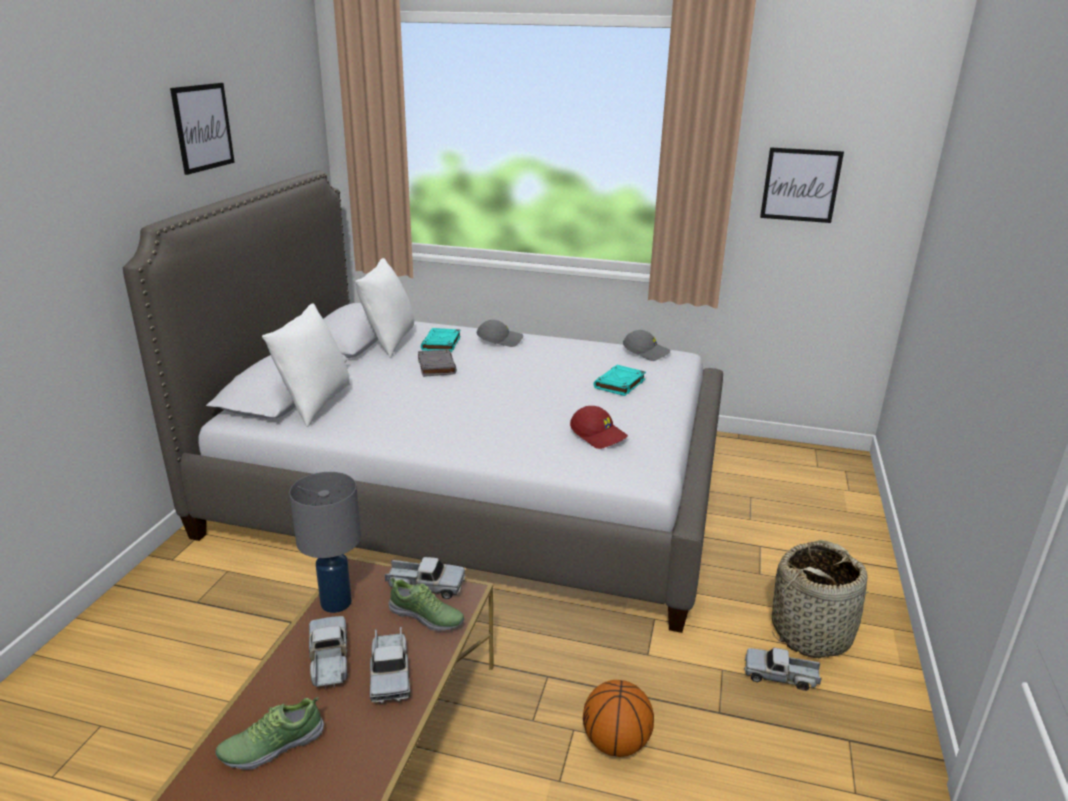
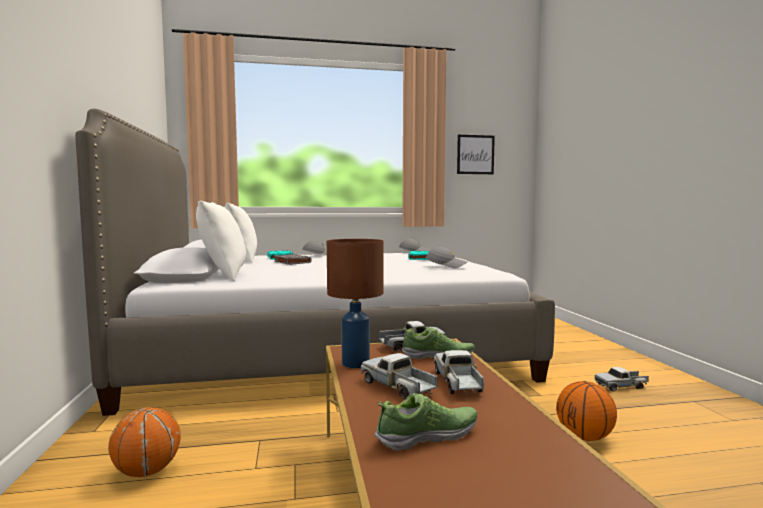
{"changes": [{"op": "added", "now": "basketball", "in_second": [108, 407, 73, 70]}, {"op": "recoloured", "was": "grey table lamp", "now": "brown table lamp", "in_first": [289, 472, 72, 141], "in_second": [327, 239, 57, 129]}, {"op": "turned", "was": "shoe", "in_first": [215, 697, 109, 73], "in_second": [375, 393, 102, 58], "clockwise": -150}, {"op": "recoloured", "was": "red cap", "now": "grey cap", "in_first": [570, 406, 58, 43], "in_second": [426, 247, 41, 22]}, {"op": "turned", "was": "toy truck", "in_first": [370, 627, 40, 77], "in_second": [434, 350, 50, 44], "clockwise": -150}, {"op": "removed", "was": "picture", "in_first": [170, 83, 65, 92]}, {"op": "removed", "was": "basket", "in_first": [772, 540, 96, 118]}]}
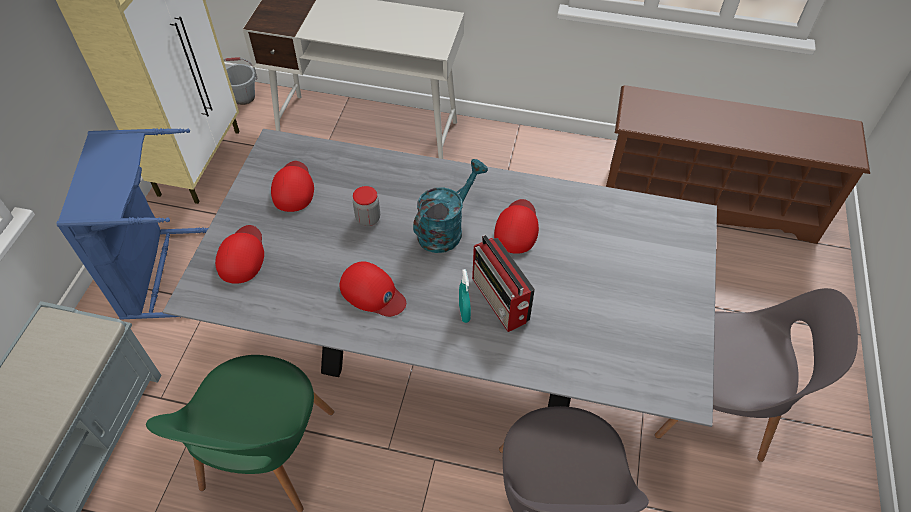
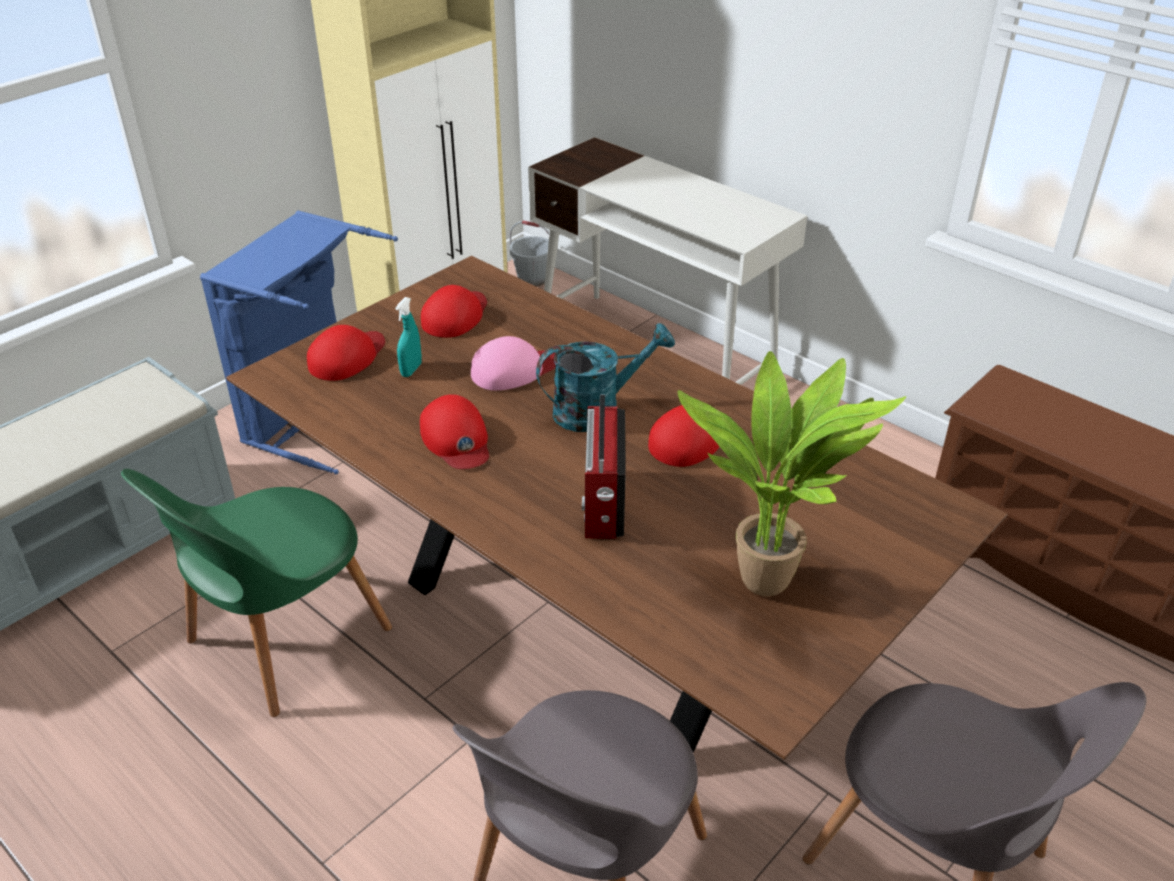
{"changes": [{"op": "recoloured", "was": "grey dining table", "now": "brown dining table", "in_first": [163, 129, 554, 298], "in_second": [226, 256, 782, 504]}, {"op": "moved", "was": "turquoise spray bottle", "in_first": [459, 269, 12, 54], "in_second": [395, 297, 27, 80]}, {"op": "replaced", "was": "jar", "now": "pink cap", "in_first": [353, 186, 27, 40], "in_second": [471, 336, 85, 55]}, {"op": "added", "now": "potted plant", "in_second": [677, 351, 229, 245]}]}
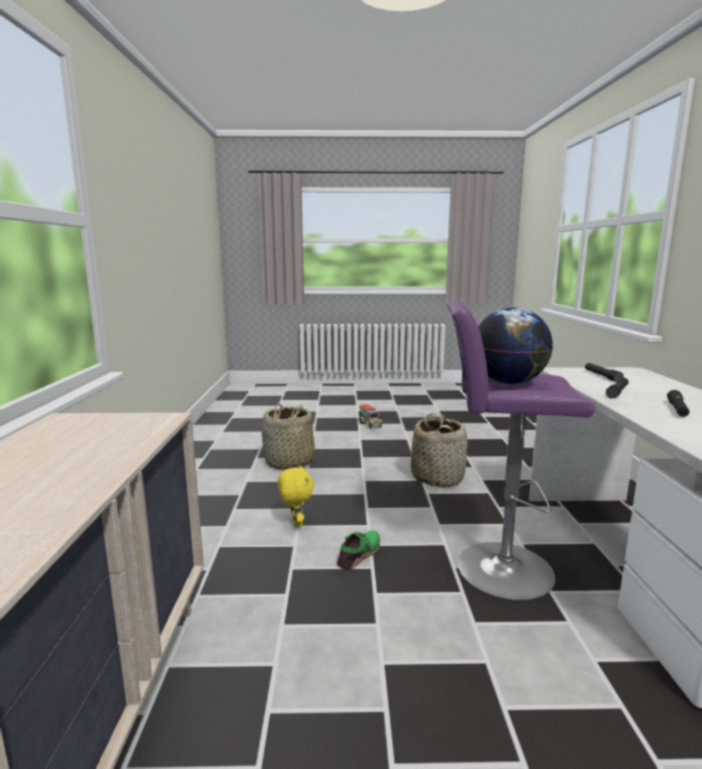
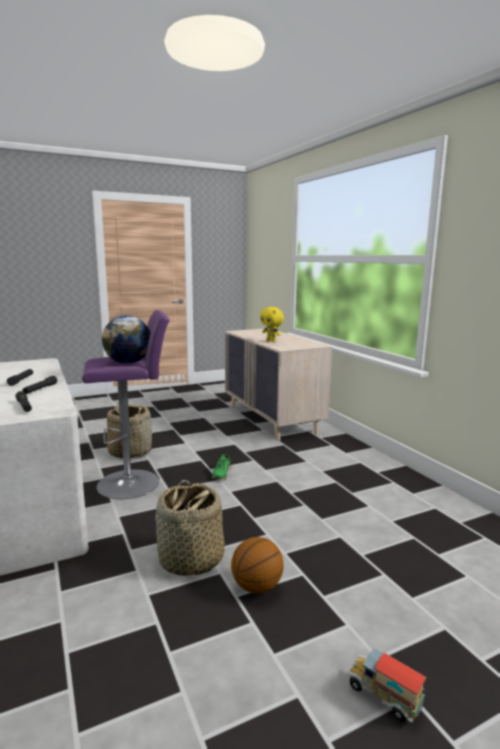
{"changes": [{"op": "moved", "was": "basket", "in_first": [262, 404, 53, 66], "in_second": [107, 403, 45, 55]}, {"op": "added", "now": "basketball", "in_second": [231, 537, 53, 57]}, {"op": "moved", "was": "yellow plush toy", "in_first": [278, 465, 36, 62], "in_second": [260, 307, 24, 35]}]}
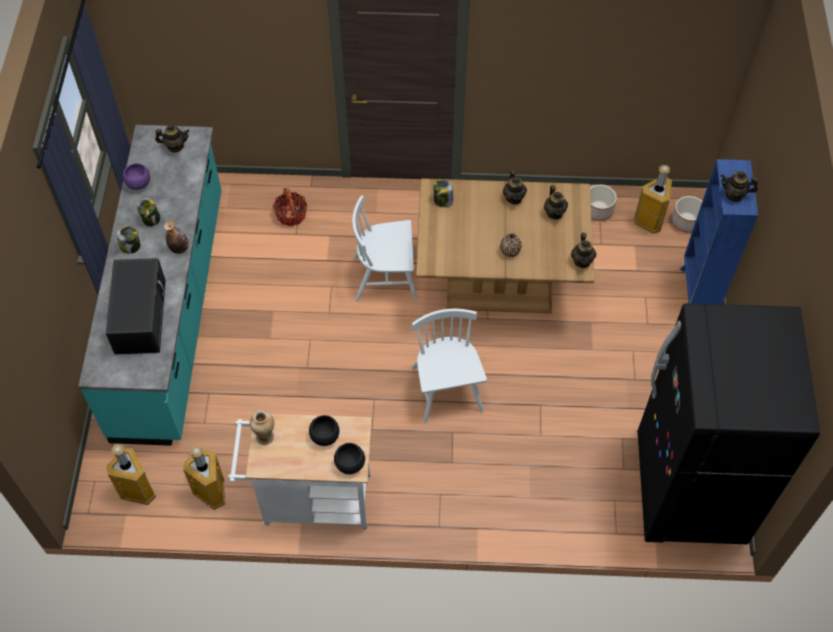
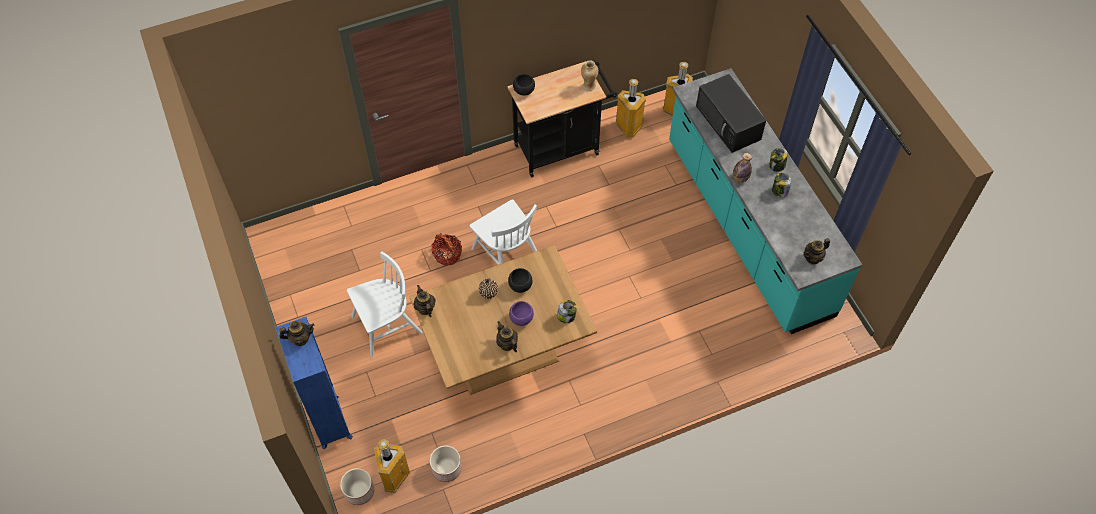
{"changes": [{"op": "moved", "was": "white chair", "in_first": [352, 196, 66, 106], "in_second": [347, 252, 75, 105]}, {"op": "moved", "was": "basket", "in_first": [273, 188, 34, 38], "in_second": [431, 233, 31, 33]}, {"op": "recoloured", "was": "white cart", "now": "black cart", "in_first": [228, 414, 144, 116], "in_second": [507, 61, 110, 117]}, {"op": "moved", "was": "black bowl", "in_first": [309, 415, 30, 31], "in_second": [508, 268, 25, 25]}, {"op": "moved", "was": "purple bowl", "in_first": [123, 163, 27, 27], "in_second": [509, 301, 25, 25]}, {"op": "removed", "was": "teapot", "in_first": [544, 185, 24, 34]}, {"op": "removed", "was": "black fridge", "in_first": [638, 304, 182, 240]}]}
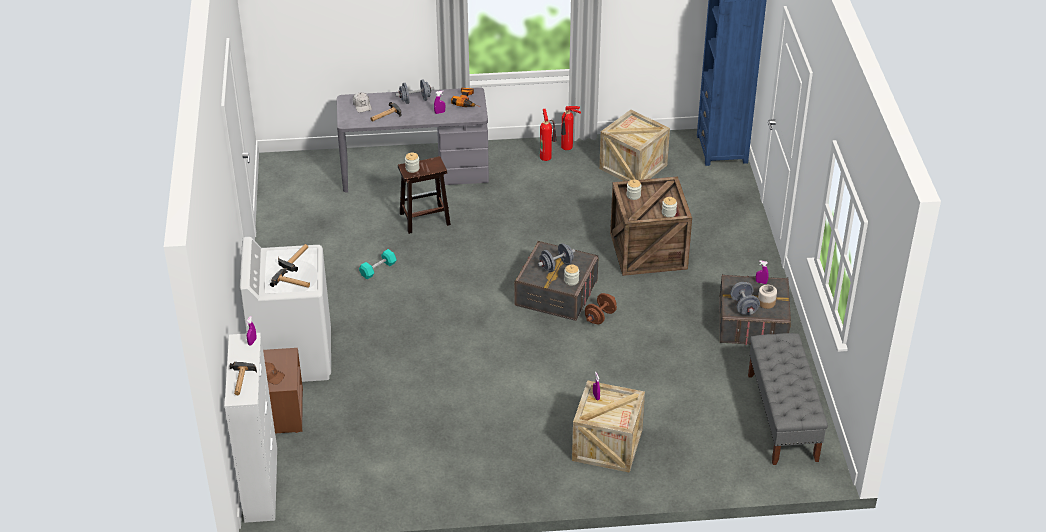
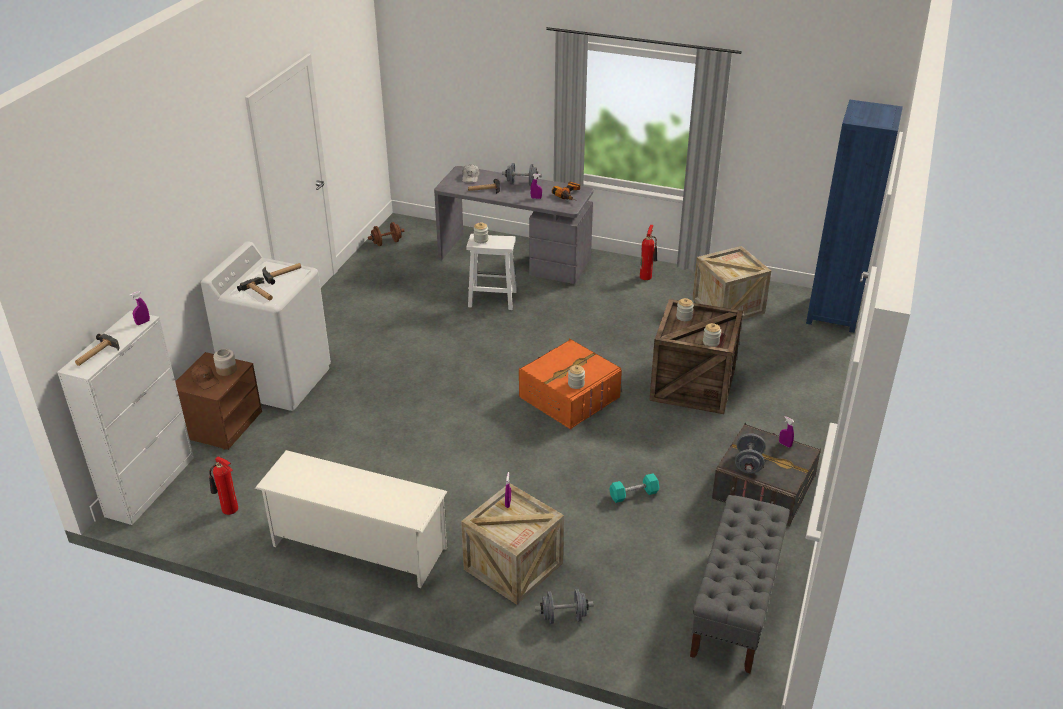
{"changes": [{"op": "moved", "was": "fire extinguisher", "in_first": [561, 106, 20, 44], "in_second": [209, 456, 29, 59]}, {"op": "moved", "was": "jar", "in_first": [758, 285, 19, 24], "in_second": [213, 349, 24, 27]}, {"op": "added", "now": "white shoe rack", "in_second": [255, 450, 192, 138]}, {"op": "moved", "was": "brown dumbbell", "in_first": [585, 293, 32, 31], "in_second": [368, 222, 36, 24]}, {"op": "recoloured", "was": "brown stool", "now": "white stool", "in_first": [398, 156, 53, 78], "in_second": [466, 234, 51, 76]}, {"op": "recoloured", "was": "grey storage box", "now": "orange storage box", "in_first": [514, 241, 85, 80], "in_second": [519, 339, 103, 90]}, {"op": "moved", "was": "grey dumbbell", "in_first": [538, 243, 37, 29], "in_second": [535, 589, 59, 35]}, {"op": "moved", "was": "turquoise dumbbell", "in_first": [359, 249, 38, 30], "in_second": [609, 474, 50, 29]}]}
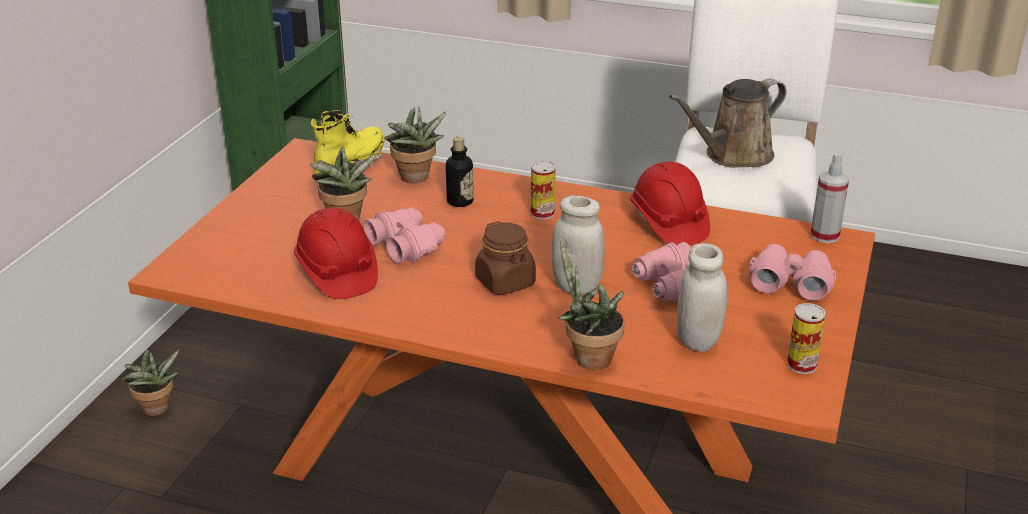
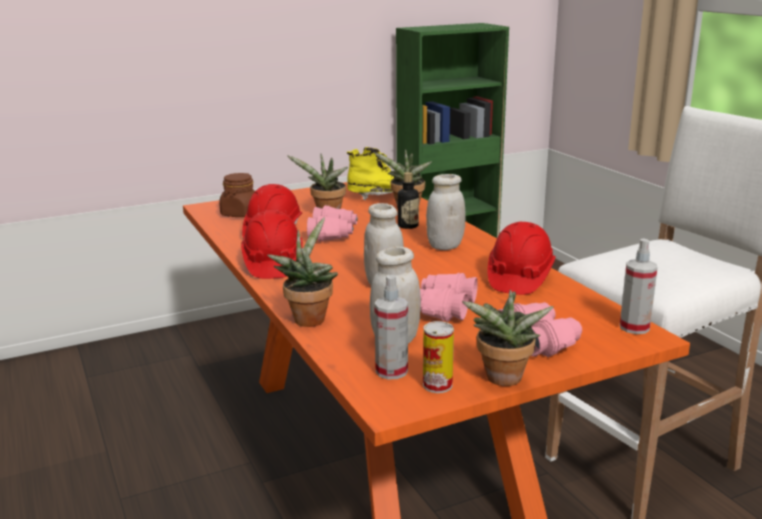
{"changes": [{"op": "moved", "was": "brown jar", "in_first": [475, 221, 61, 74], "in_second": [219, 173, 36, 44]}, {"op": "added", "now": "red hard hat", "in_second": [241, 210, 62, 69]}, {"op": "added", "now": "spray bottle", "in_second": [374, 275, 34, 104]}, {"op": "replaced", "was": "can", "now": "white jar", "in_first": [531, 161, 25, 58], "in_second": [426, 174, 40, 76]}, {"op": "moved", "was": "potted plant", "in_first": [122, 349, 57, 67], "in_second": [462, 290, 92, 96]}, {"op": "removed", "was": "brown watering can", "in_first": [669, 79, 118, 89]}]}
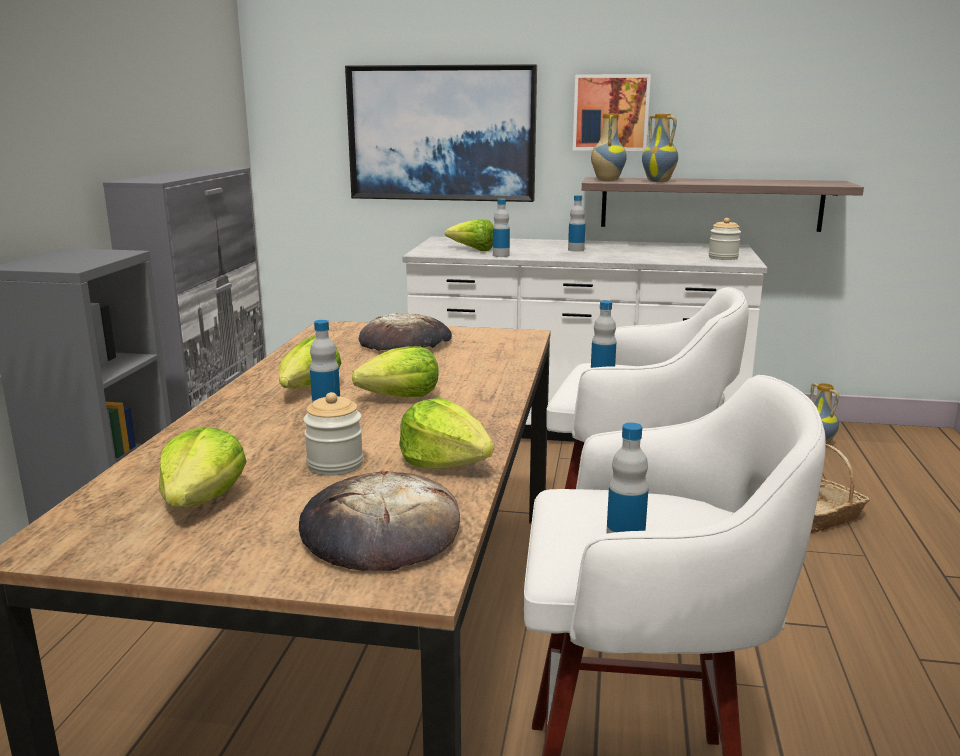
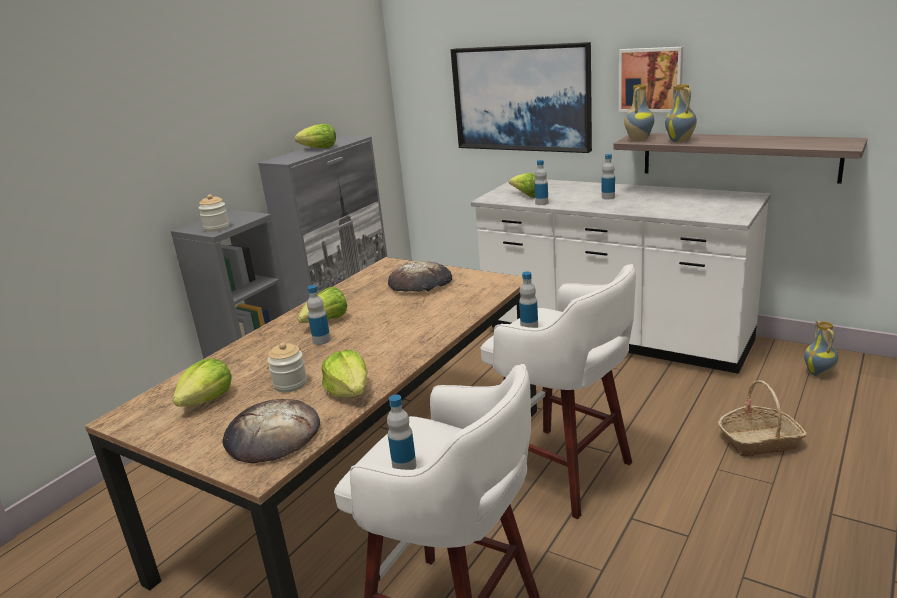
{"changes": [{"op": "moved", "was": "jar", "in_first": [709, 218, 32, 42], "in_second": [199, 194, 30, 38]}, {"op": "moved", "was": "lettuce", "in_first": [352, 346, 87, 51], "in_second": [295, 124, 41, 24]}]}
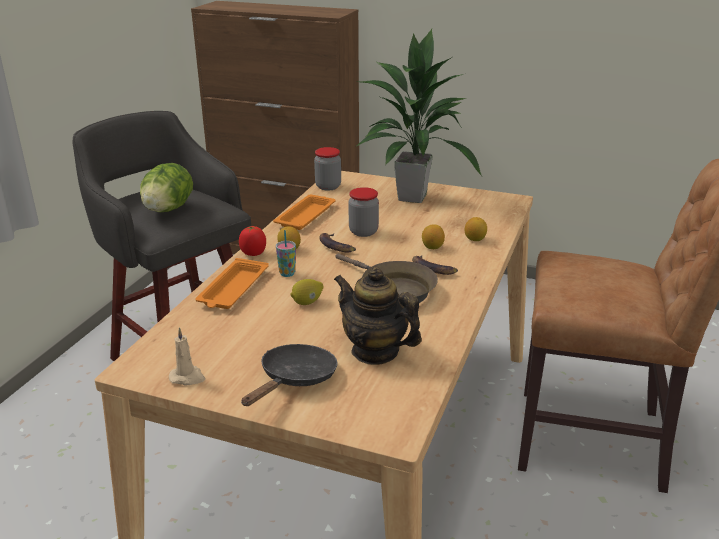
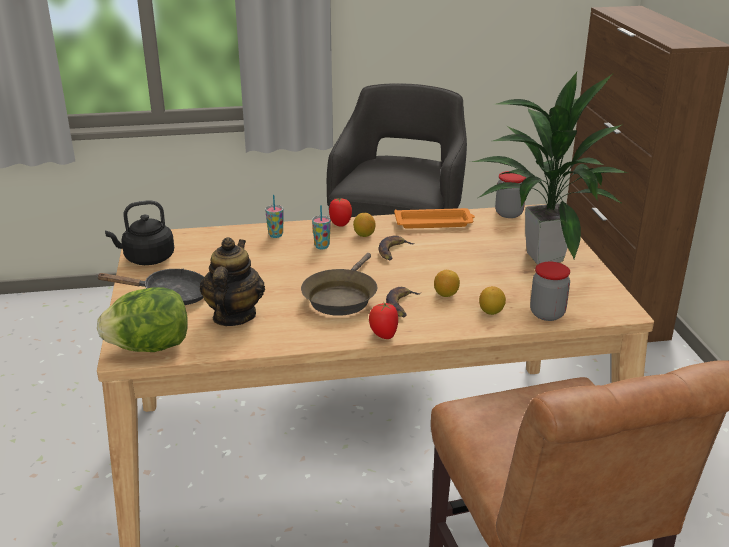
{"changes": [{"op": "moved", "was": "lettuce", "in_first": [140, 163, 53, 49], "in_second": [97, 287, 91, 65]}, {"op": "replaced", "was": "beige candle", "now": "black kettle", "in_first": [169, 327, 36, 58], "in_second": [105, 200, 69, 65]}, {"op": "replaced", "was": "orange tray", "now": "cup", "in_first": [195, 258, 74, 51], "in_second": [265, 195, 19, 43]}, {"op": "added", "now": "tomato", "in_second": [369, 303, 29, 36]}, {"op": "moved", "was": "jar", "in_first": [348, 187, 31, 50], "in_second": [530, 262, 40, 59]}, {"op": "removed", "was": "lemon", "in_first": [290, 279, 33, 26]}]}
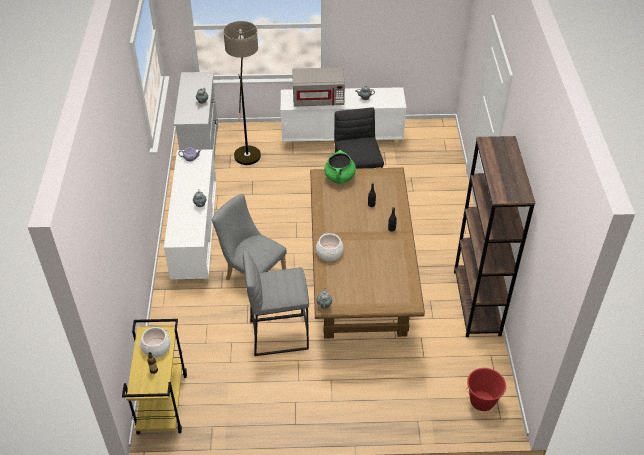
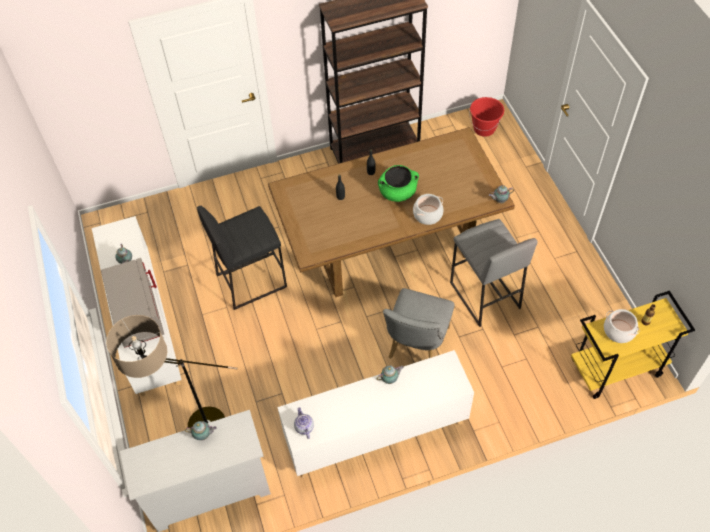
{"changes": [{"op": "moved", "was": "green cooking pot", "in_first": [324, 150, 32, 34], "in_second": [378, 165, 41, 37]}]}
